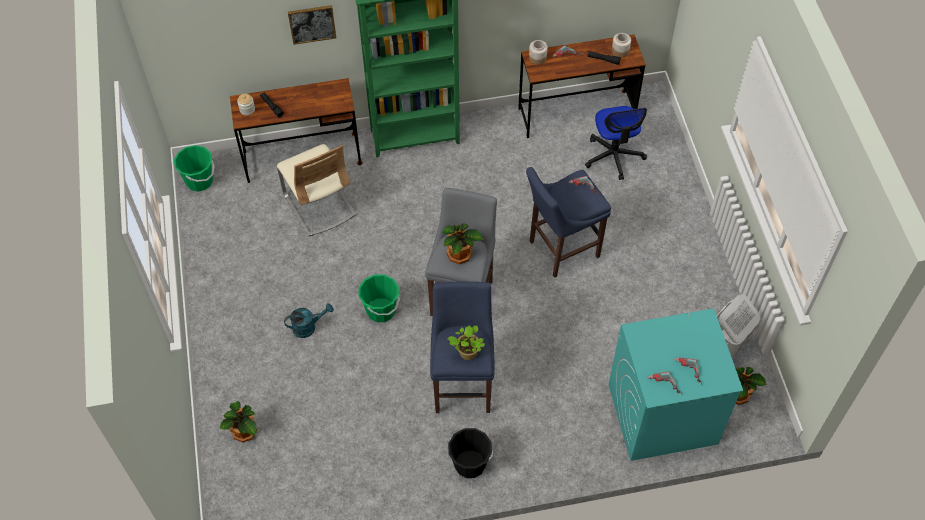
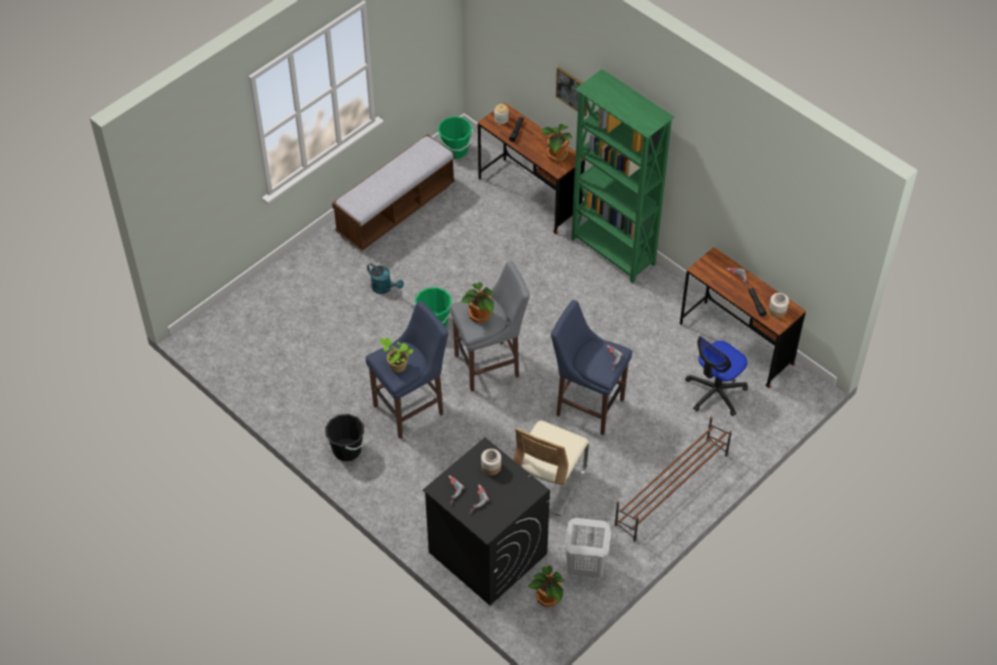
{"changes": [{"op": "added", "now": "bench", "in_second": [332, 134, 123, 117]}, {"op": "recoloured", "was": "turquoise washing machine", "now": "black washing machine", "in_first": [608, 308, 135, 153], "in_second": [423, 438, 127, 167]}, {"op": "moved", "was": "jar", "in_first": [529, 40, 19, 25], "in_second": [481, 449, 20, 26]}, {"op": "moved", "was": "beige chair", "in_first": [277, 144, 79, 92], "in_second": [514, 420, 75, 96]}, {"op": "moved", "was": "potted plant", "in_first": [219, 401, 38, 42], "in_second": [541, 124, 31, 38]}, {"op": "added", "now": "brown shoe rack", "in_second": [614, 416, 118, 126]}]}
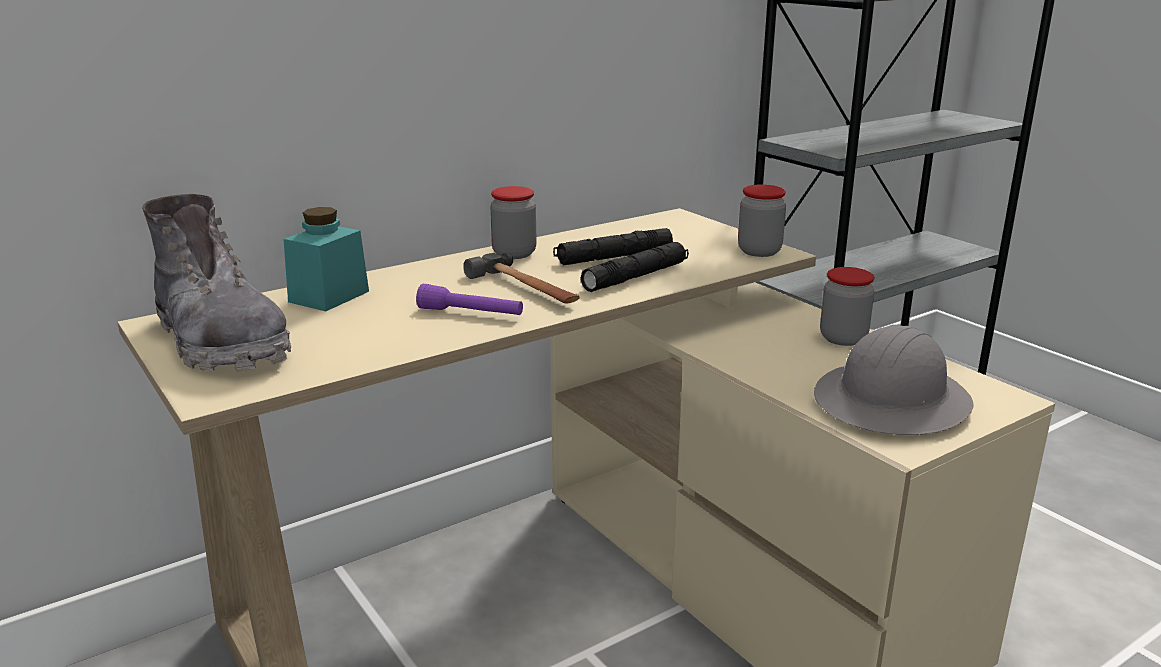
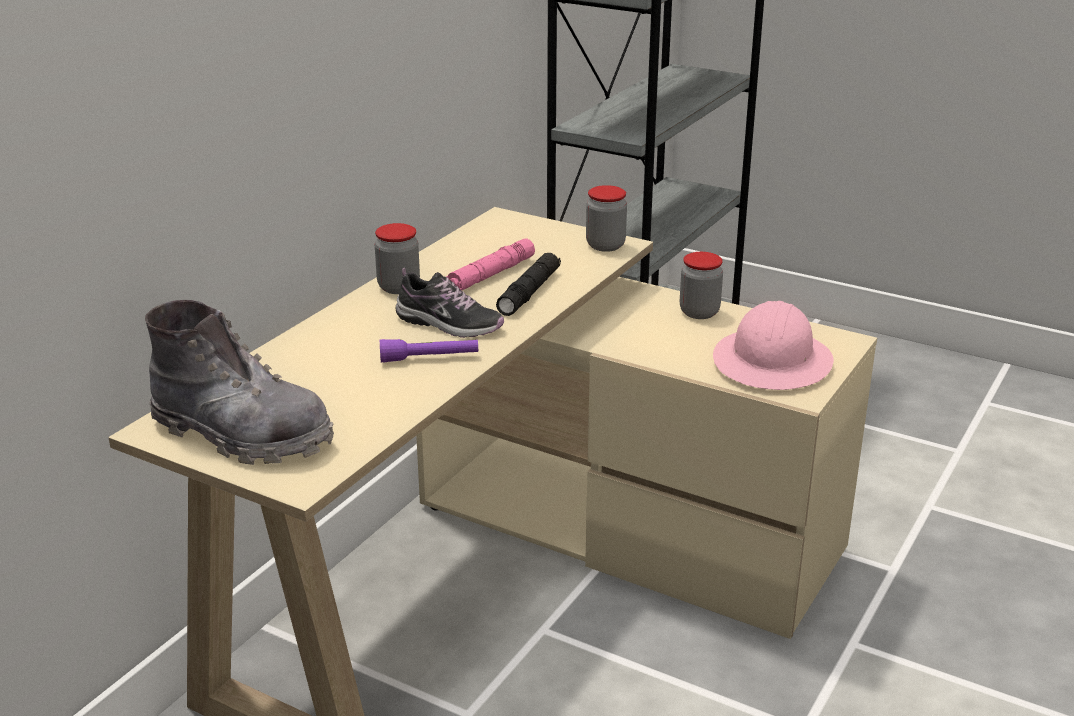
{"changes": [{"op": "replaced", "was": "hammer", "now": "shoe", "in_first": [463, 253, 117, 50], "in_second": [396, 268, 108, 70]}, {"op": "recoloured", "was": "black flashlight", "now": "pink flashlight", "in_first": [553, 228, 120, 37], "in_second": [446, 238, 89, 53]}, {"op": "recoloured", "was": "grey hard hat", "now": "pink hard hat", "in_first": [814, 325, 160, 110], "in_second": [713, 301, 121, 89]}, {"op": "removed", "was": "turquoise jar", "in_first": [283, 207, 86, 104]}]}
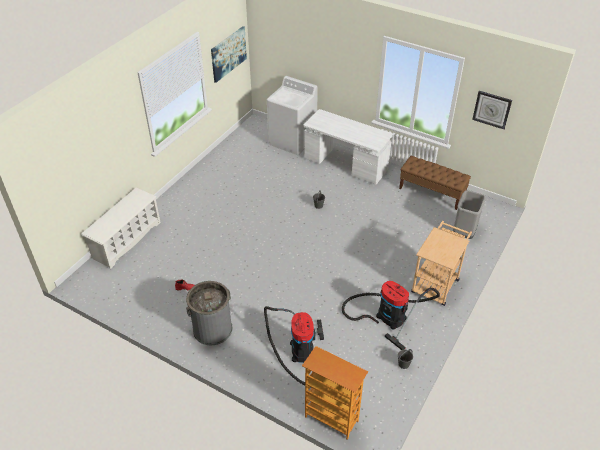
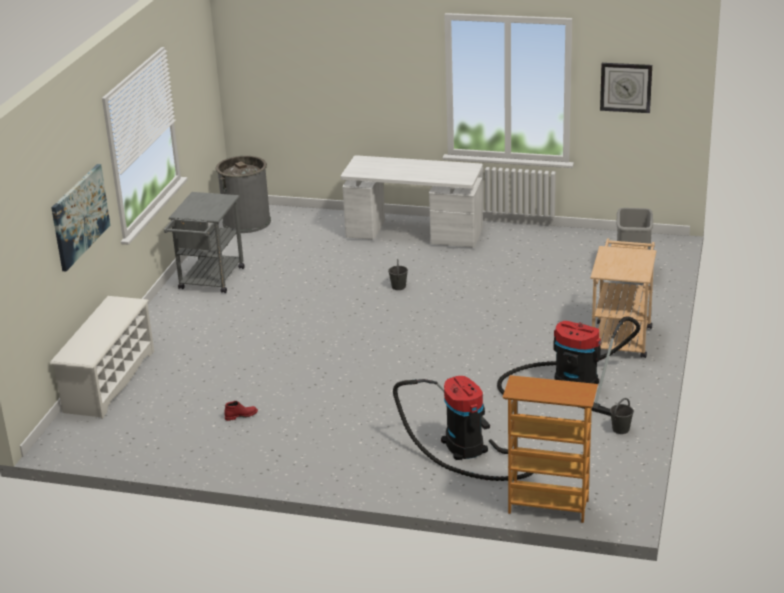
{"changes": [{"op": "moved", "was": "picture", "in_first": [211, 26, 36, 57], "in_second": [51, 164, 59, 107]}, {"op": "added", "now": "grey cart", "in_second": [164, 192, 81, 101]}, {"op": "moved", "was": "grey trash can", "in_first": [186, 281, 46, 64], "in_second": [216, 156, 55, 77]}, {"op": "removed", "was": "white washing machine", "in_first": [267, 76, 51, 79]}, {"op": "removed", "was": "brown bench", "in_first": [399, 156, 72, 54]}]}
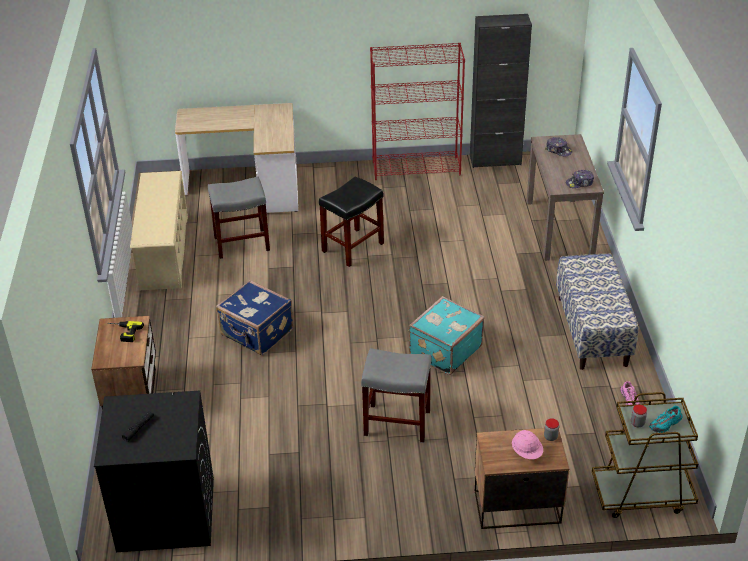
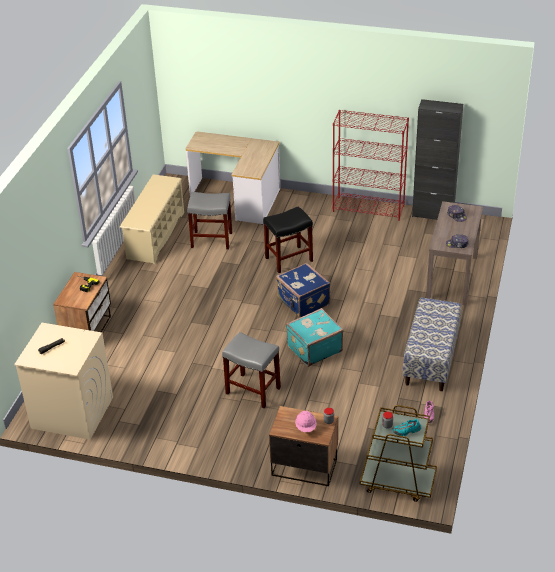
{"changes": [{"op": "recoloured", "was": "black washing machine", "now": "beige washing machine", "in_first": [94, 391, 120, 161], "in_second": [14, 323, 99, 117]}, {"op": "moved", "was": "blue suitcase", "in_first": [216, 280, 77, 75], "in_second": [276, 263, 54, 55]}]}
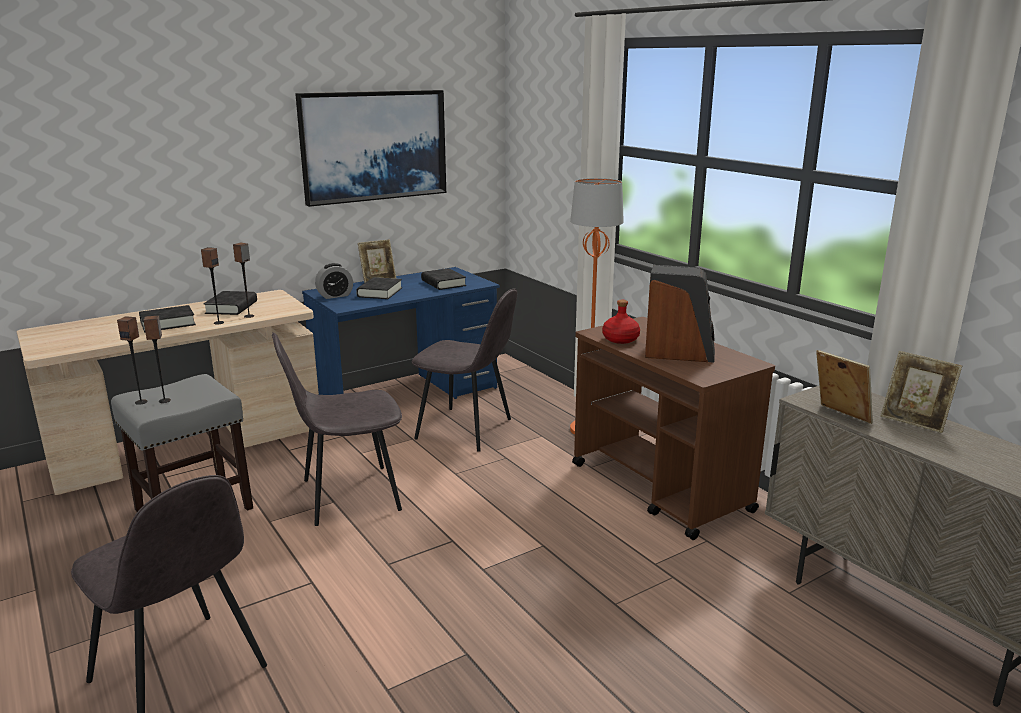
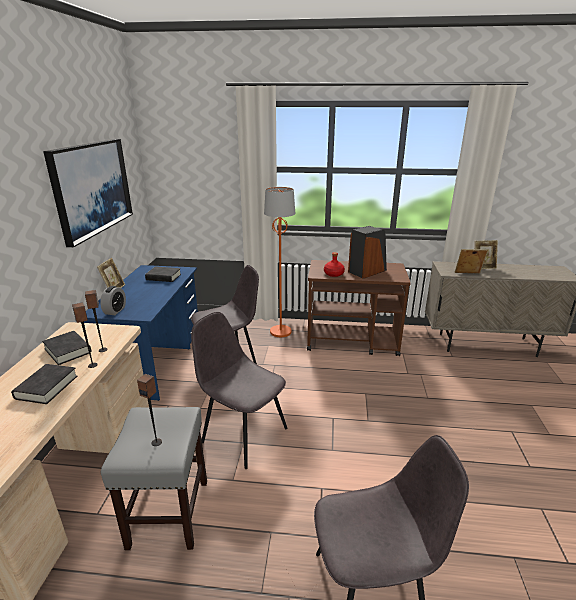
{"changes": [{"op": "turned", "was": "grey chair", "in_first": [272, 332, 130, 194], "in_second": [191, 312, 96, 157], "clockwise": 105}, {"op": "removed", "was": "speaker", "in_first": [117, 316, 30, 89]}, {"op": "removed", "was": "black book", "in_first": [356, 277, 46, 22]}]}
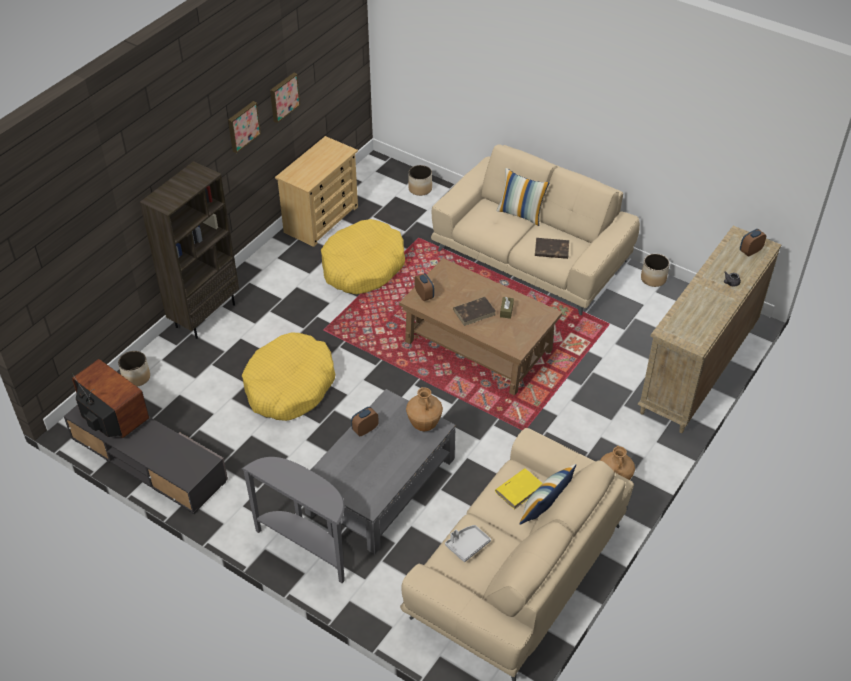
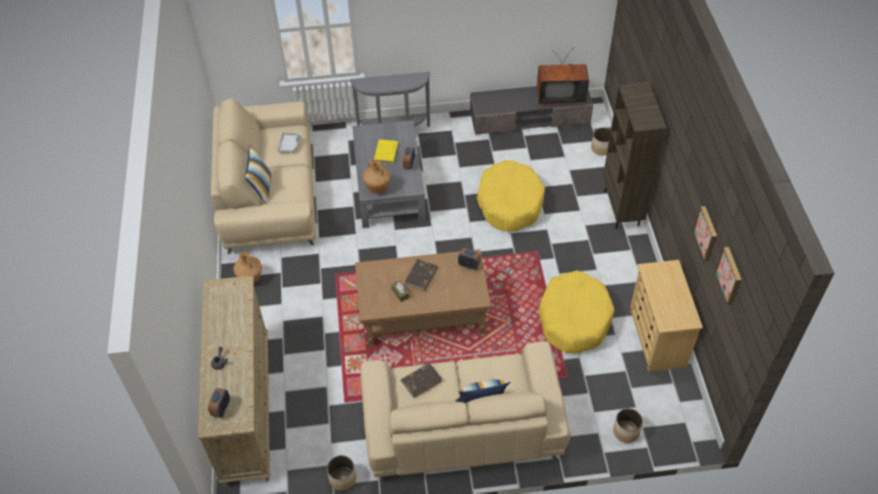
{"changes": [{"op": "moved", "was": "yellow book", "in_first": [495, 468, 47, 42], "in_second": [374, 139, 24, 25]}, {"op": "moved", "was": "picture", "in_first": [228, 101, 33, 52], "in_second": [715, 247, 27, 58]}]}
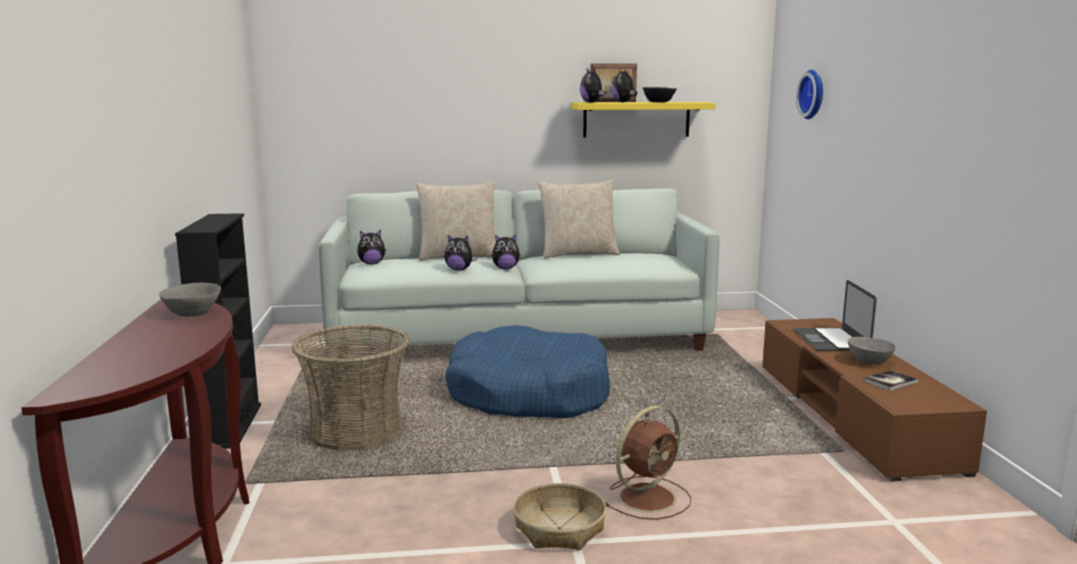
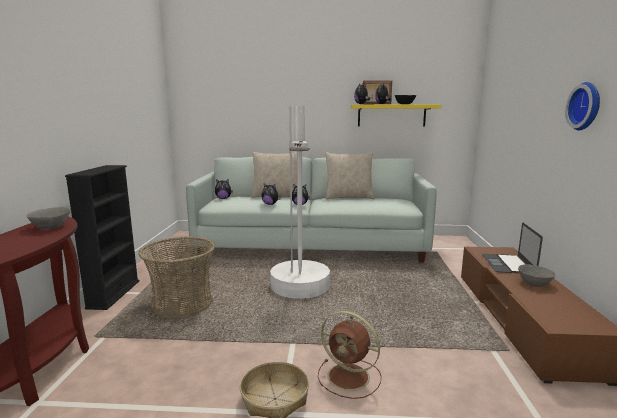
{"changes": [{"op": "replaced", "was": "blue dog bed", "now": "white floor lamp", "in_first": [445, 325, 165, 93], "in_second": [270, 106, 60, 193]}, {"op": "turned", "was": "brown fan", "in_first": [605, 406, 86, 114], "in_second": [318, 311, 63, 88], "clockwise": 60}, {"op": "moved", "was": "wall clock", "in_first": [796, 70, 27, 49], "in_second": [565, 82, 35, 48]}, {"op": "removed", "was": "book", "in_first": [864, 370, 54, 21]}]}
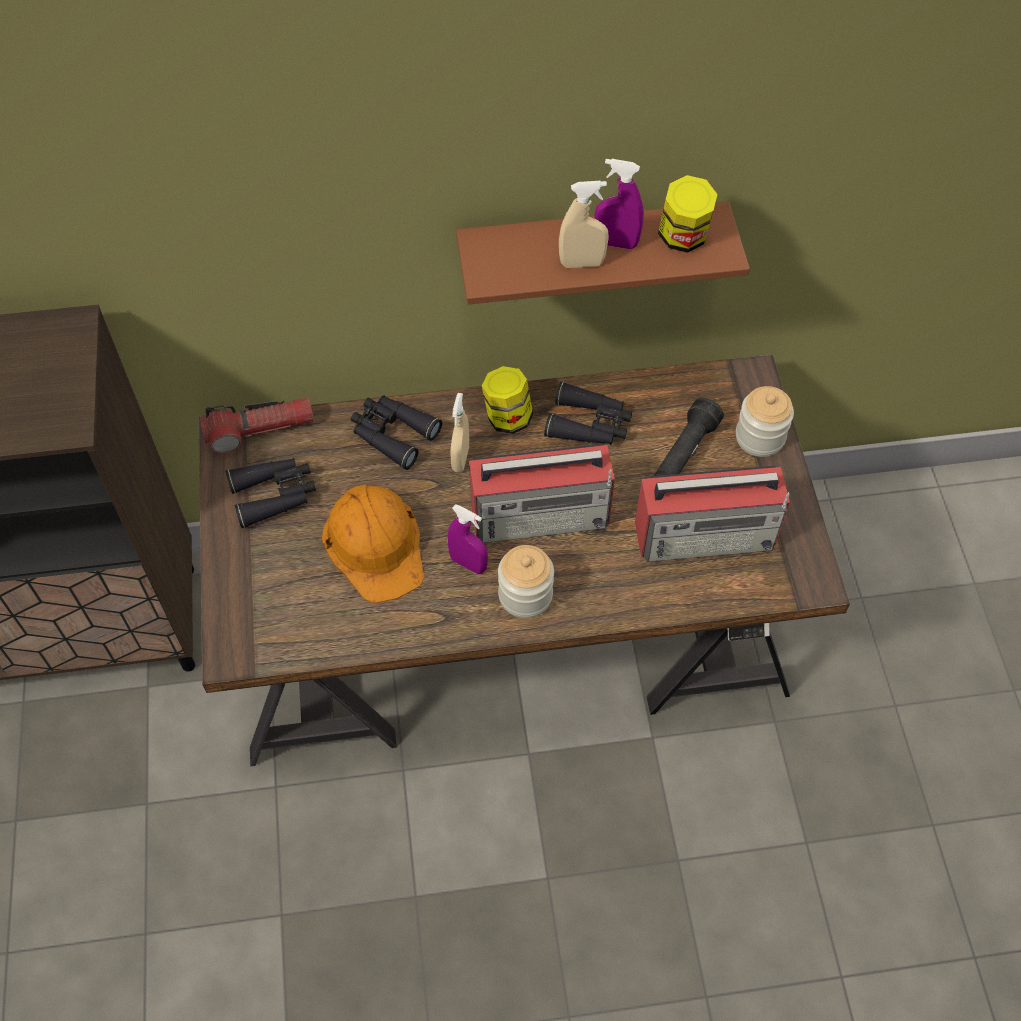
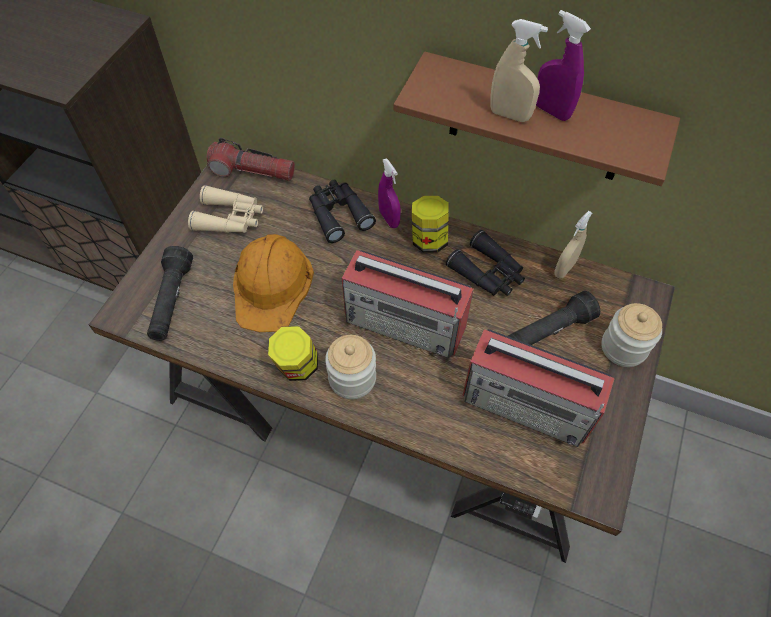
{"changes": [{"op": "added", "now": "black flashlight", "in_second": [147, 246, 46, 95]}, {"op": "recoloured", "was": "black binoculars", "now": "beige binoculars", "in_first": [225, 458, 91, 70], "in_second": [188, 185, 75, 48]}, {"op": "moved", "was": "jar", "in_first": [658, 175, 59, 78], "in_second": [268, 326, 50, 55]}, {"op": "moved", "was": "purple spray bottle", "in_first": [447, 504, 41, 70], "in_second": [378, 158, 23, 70]}, {"op": "moved", "was": "beige spray bottle", "in_first": [450, 393, 19, 80], "in_second": [554, 211, 38, 67]}]}
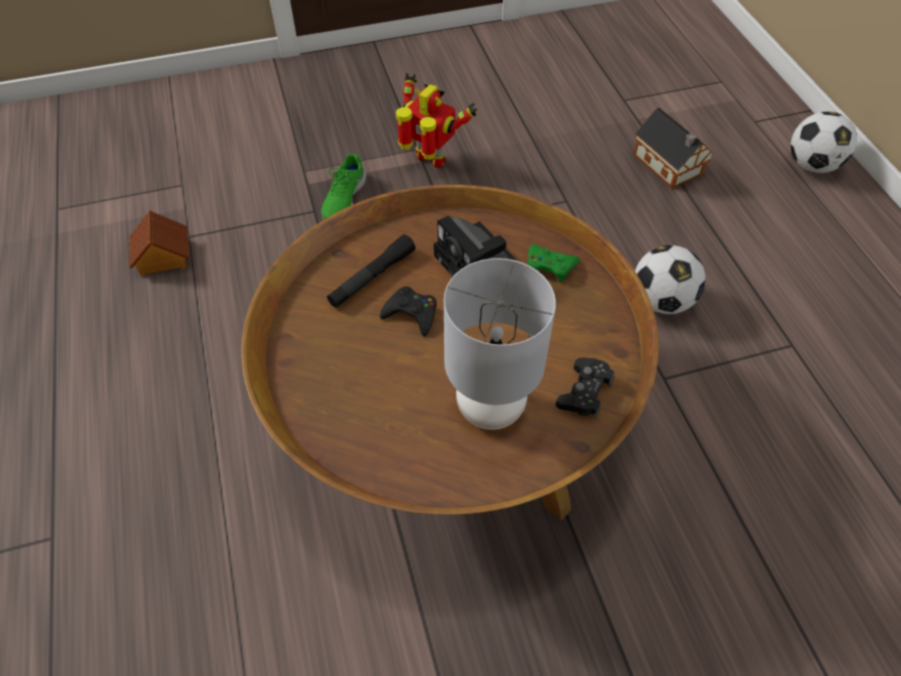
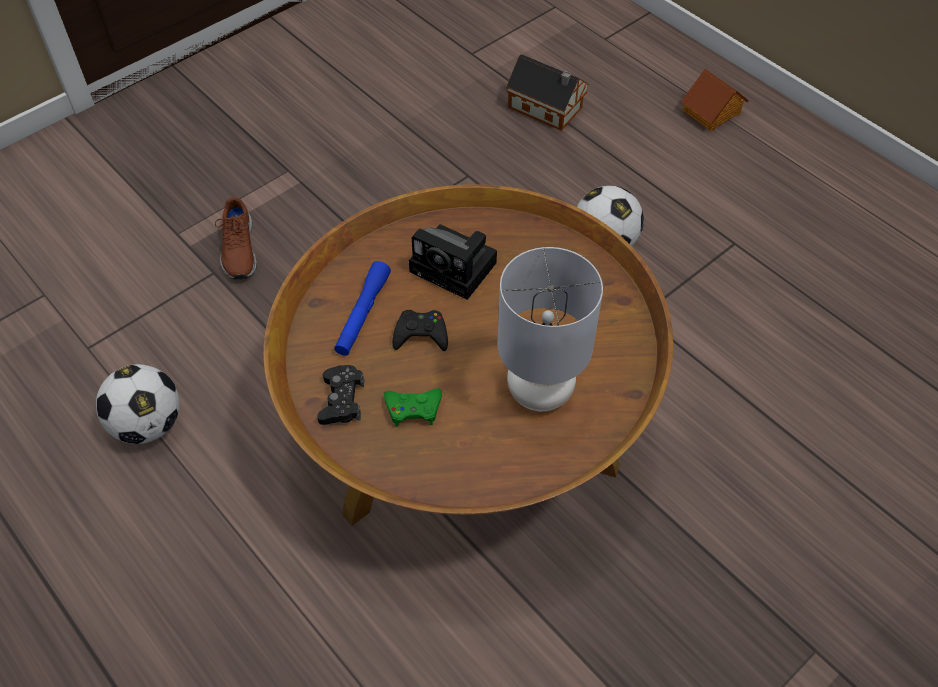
{"changes": [{"op": "moved", "was": "football", "in_first": [791, 111, 66, 62], "in_second": [96, 364, 83, 80]}, {"op": "recoloured", "was": "green shoe", "now": "brown shoe", "in_first": [321, 154, 45, 66], "in_second": [215, 197, 42, 82]}, {"op": "moved", "was": "black game controller", "in_first": [555, 357, 60, 61], "in_second": [317, 365, 47, 60]}, {"op": "recoloured", "was": "black flashlight", "now": "blue flashlight", "in_first": [327, 234, 89, 74], "in_second": [334, 261, 57, 95]}, {"op": "moved", "was": "green game controller", "in_first": [528, 245, 52, 37], "in_second": [384, 388, 58, 39]}, {"op": "moved", "was": "toy house", "in_first": [129, 210, 60, 66], "in_second": [681, 68, 68, 64]}, {"op": "removed", "was": "toy robot", "in_first": [396, 73, 81, 95]}]}
